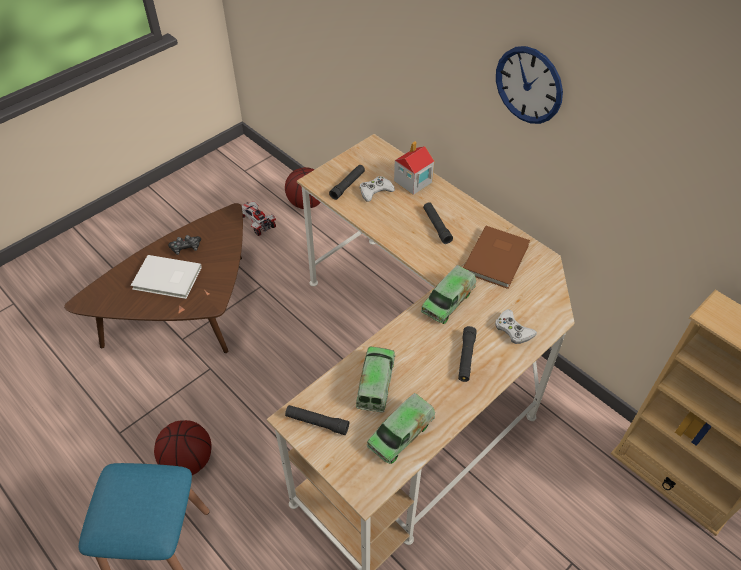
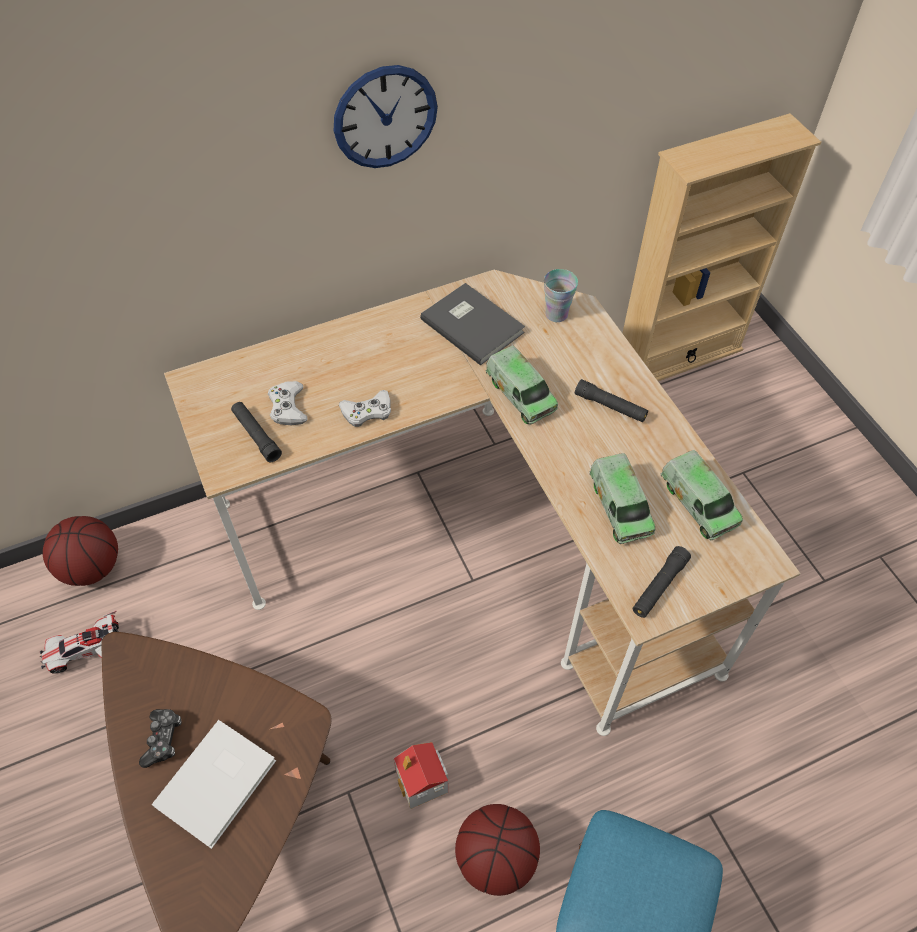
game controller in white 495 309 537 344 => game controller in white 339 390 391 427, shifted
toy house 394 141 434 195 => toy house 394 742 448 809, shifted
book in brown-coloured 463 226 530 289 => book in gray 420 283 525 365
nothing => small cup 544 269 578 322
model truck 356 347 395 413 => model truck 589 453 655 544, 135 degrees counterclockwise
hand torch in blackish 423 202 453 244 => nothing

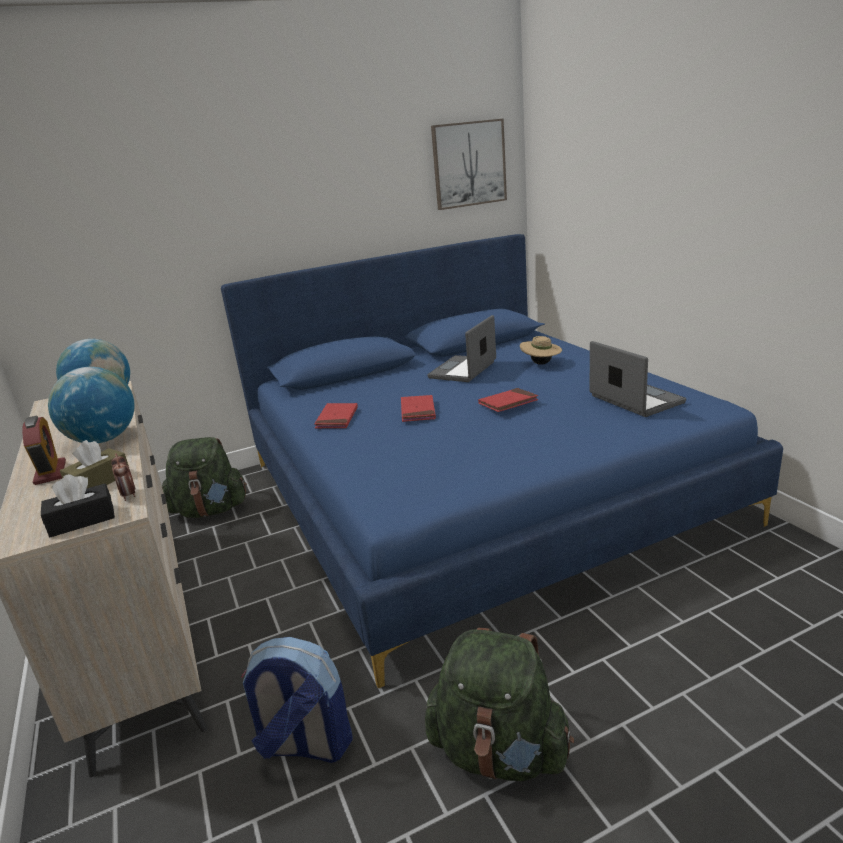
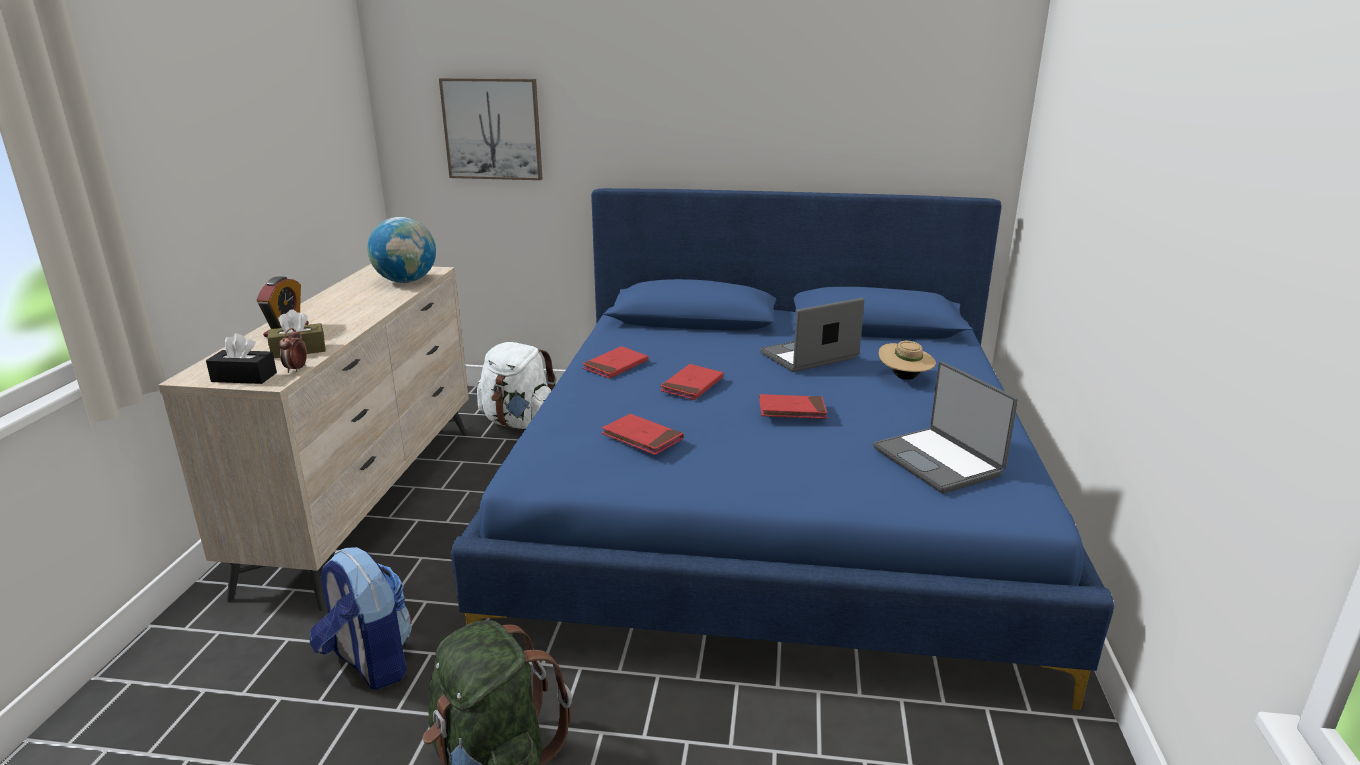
wall picture 431 118 507 210 => wall picture 439 78 542 180, shifted
knapsack in green-coloured 162 437 247 518 => knapsack in white 477 342 556 429
nothing => book in red-coloured 601 414 683 455
portable computer 589 341 686 417 => portable computer 873 362 1018 493, 150 degrees clockwise
globe 48 367 135 443 => nothing

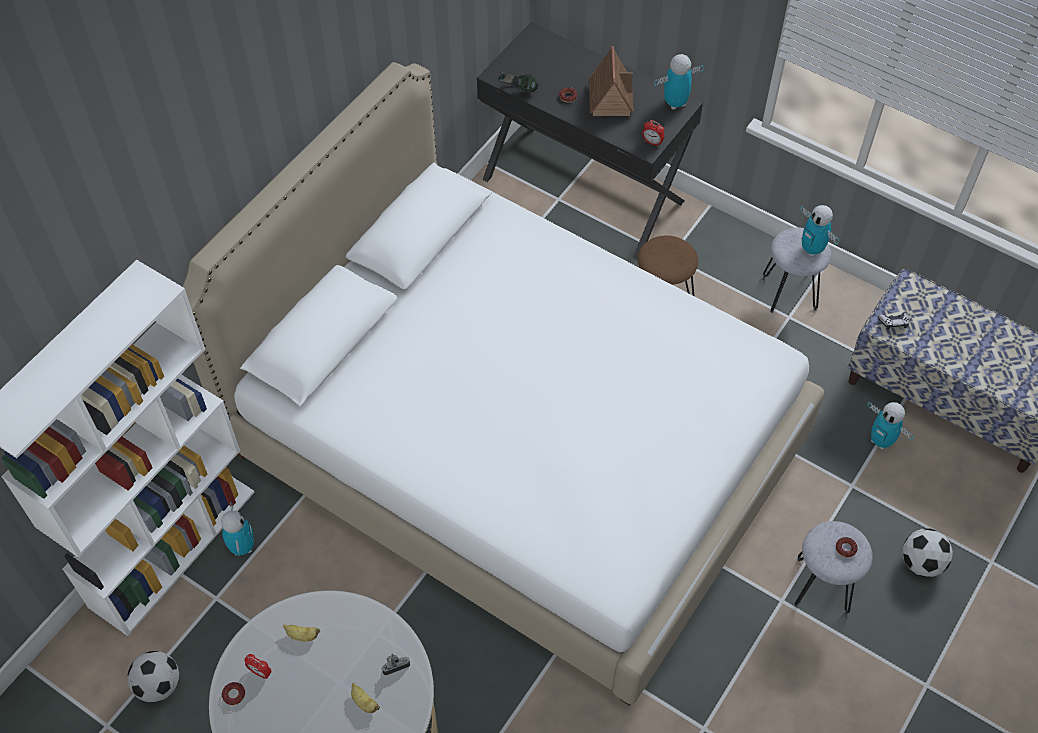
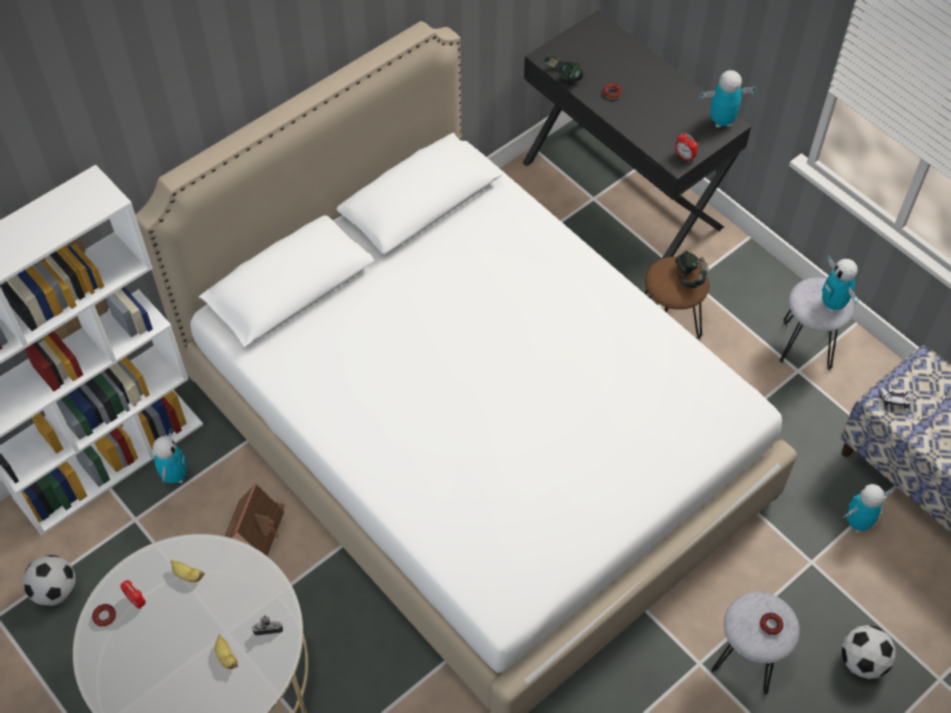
toy house 589 46 634 116 => toy house 225 483 285 556, shifted
nothing => pair of headphones 675 251 709 288
robot figure 868 402 914 450 => robot figure 843 484 893 533, 90 degrees clockwise

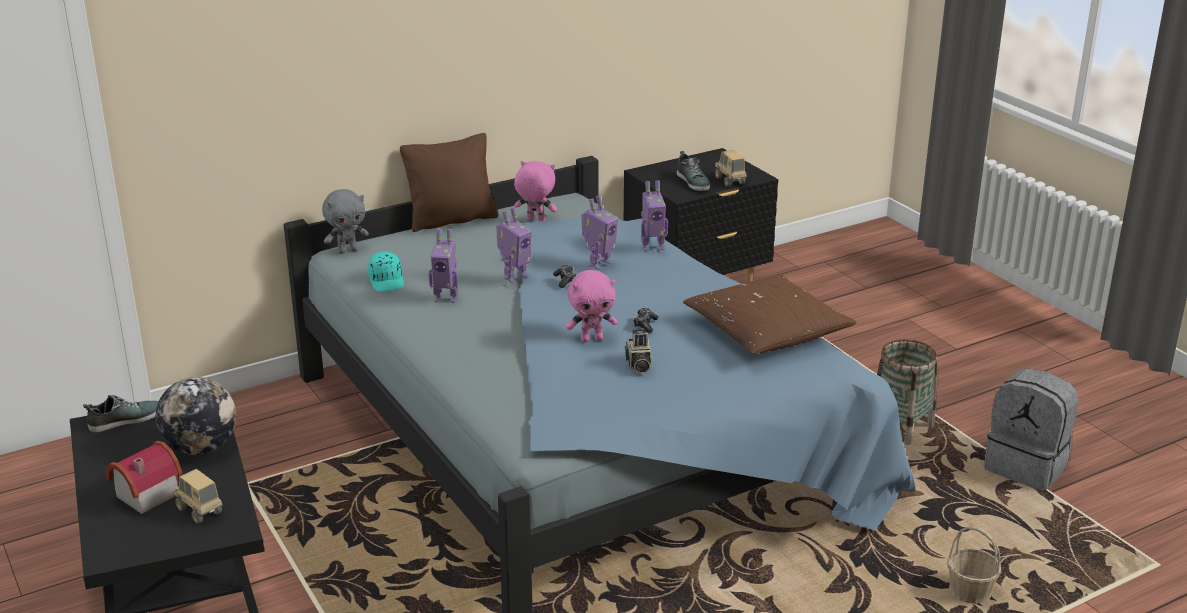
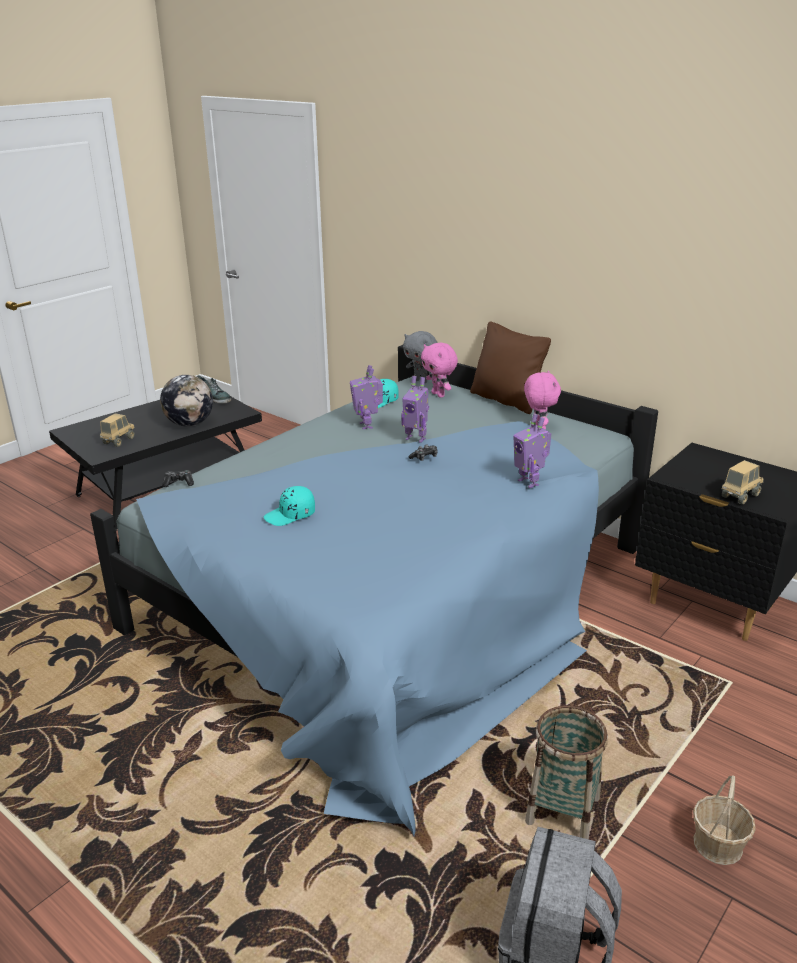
game controller 633 308 658 333 => game controller 162 470 194 487, shifted
still camera 625 329 651 374 => peaked cap in turquoise-coloured 264 486 315 526
plush toy in pink 566 270 618 342 => plush toy in pink 421 343 458 398, shifted
storage basket 947 526 1001 604 => storage basket 693 775 756 865, shifted
toy house 106 441 183 514 => nothing
robot figure 581 195 618 270 => nothing
low shoe 677 151 710 191 => nothing
pillow in brown-coloured 683 274 857 354 => nothing

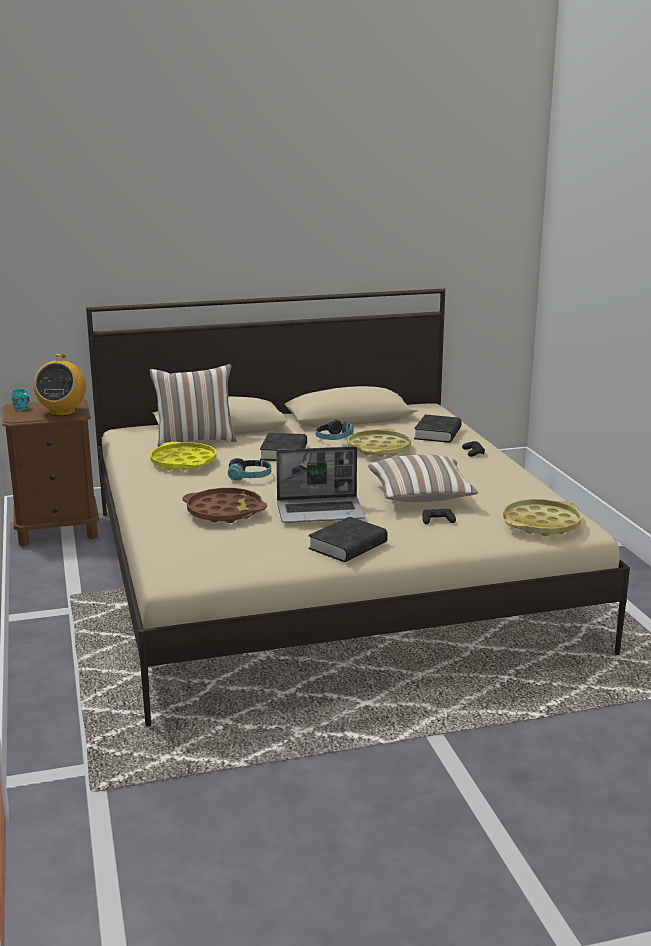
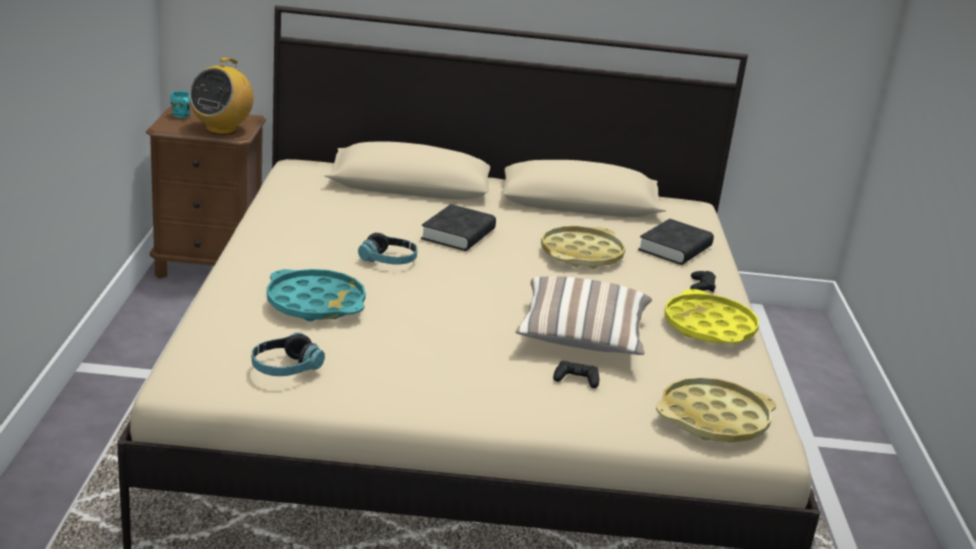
pair of headphones 316 420 354 440 => pair of headphones 252 333 325 376, shifted
carrying tray in brown-coloured 182 488 267 523 => carrying tray in turquoise-coloured 267 269 366 321
carrying tray in yellow-coloured 150 442 217 470 => carrying tray in yellow-coloured 665 289 759 344, shifted
pillow 150 364 237 447 => nothing
portable computer 276 446 365 523 => nothing
book in blackish 308 517 388 562 => nothing

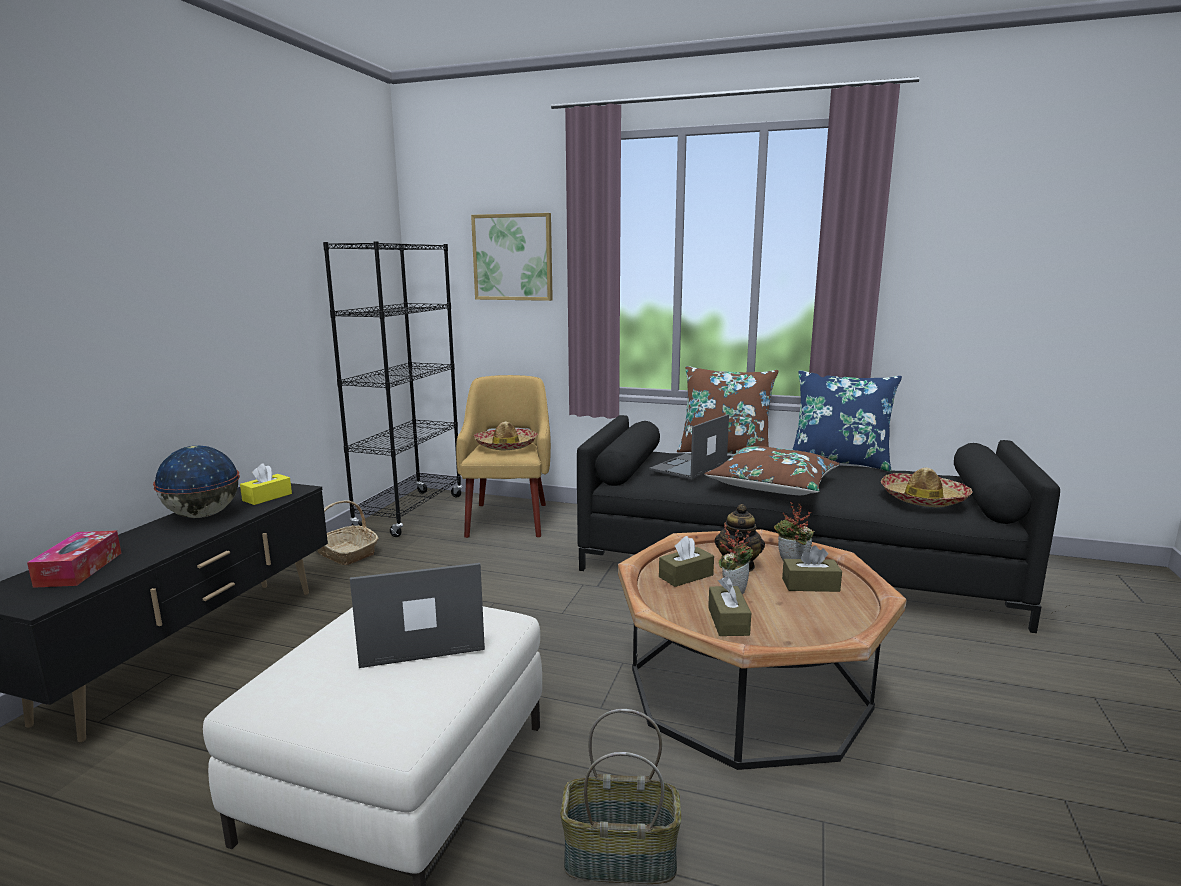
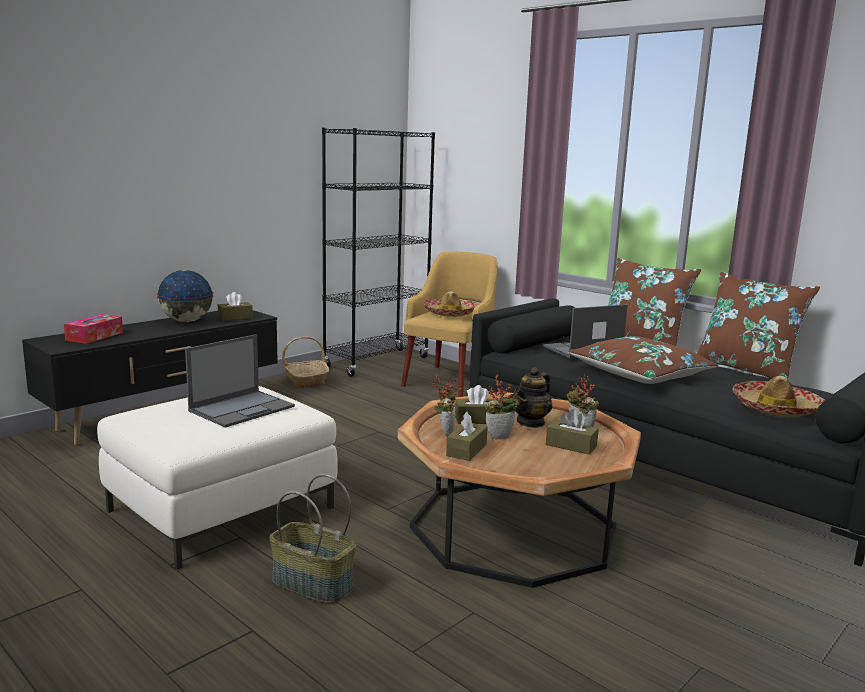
portable computer 350 563 485 668 => portable computer 185 334 295 428, 120 degrees clockwise
tissue box in yellow-coloured 240 463 292 505 => tissue box in brown-coloured 218 292 253 321
nothing => houseplant 432 374 462 435
pillow in blue-coloured 792 370 902 472 => pillow in brown-coloured 696 272 820 380
wall picture 471 213 553 301 => nothing

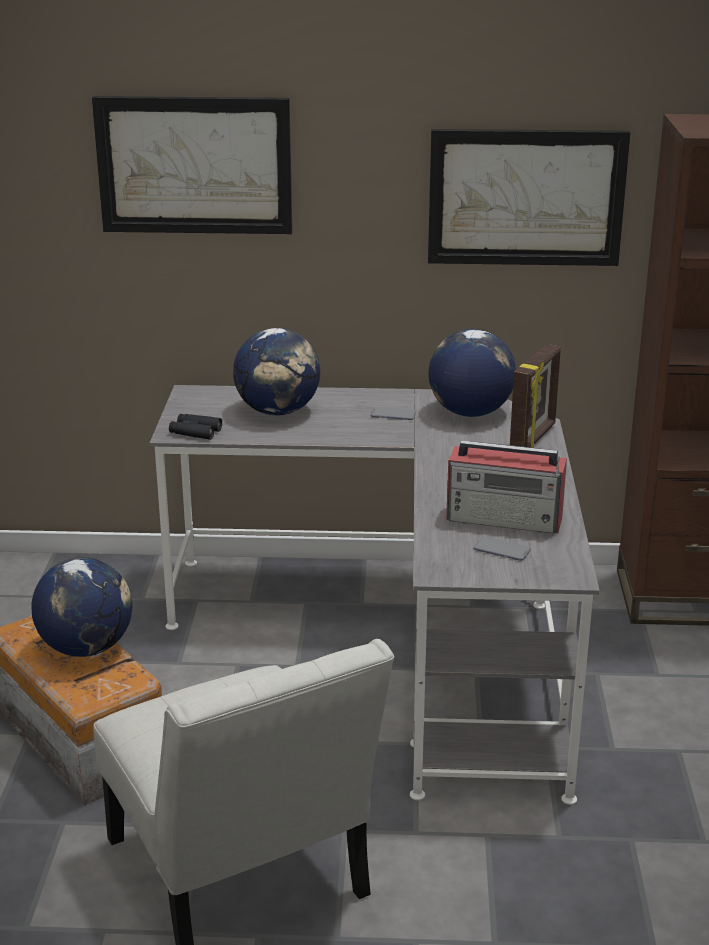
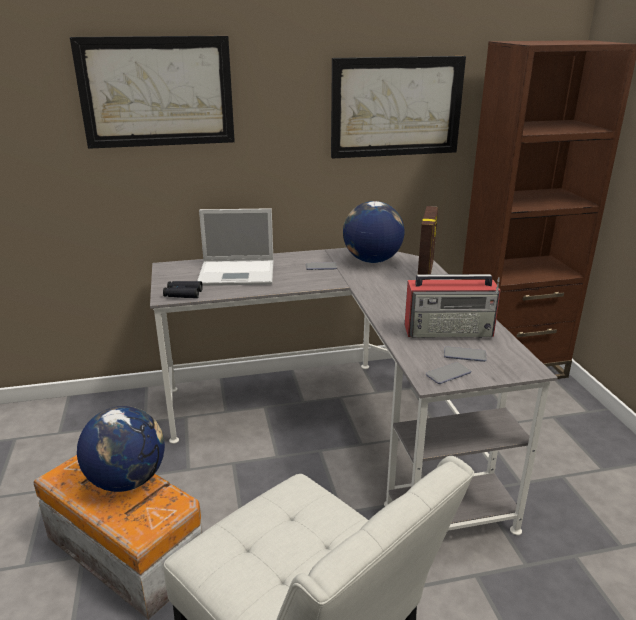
globe 233 328 320 416 => portable computer 197 208 273 286
nothing => handset 426 362 471 384

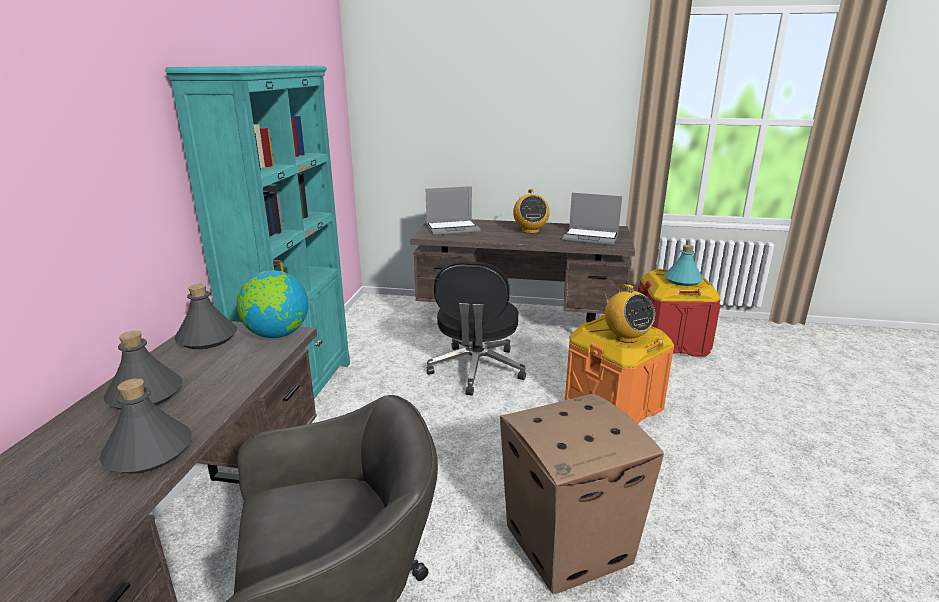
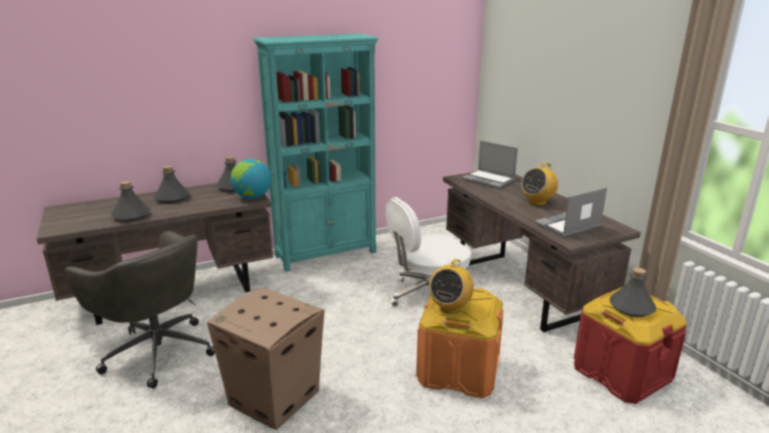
computer chair in blackish 426 261 526 396 => computer chair in white 385 197 476 307
portable computer 562 193 622 246 => portable computer 535 187 607 237, 75 degrees clockwise
bottle in turquoise-coloured 664 245 703 286 => bottle in gray 609 268 656 317

